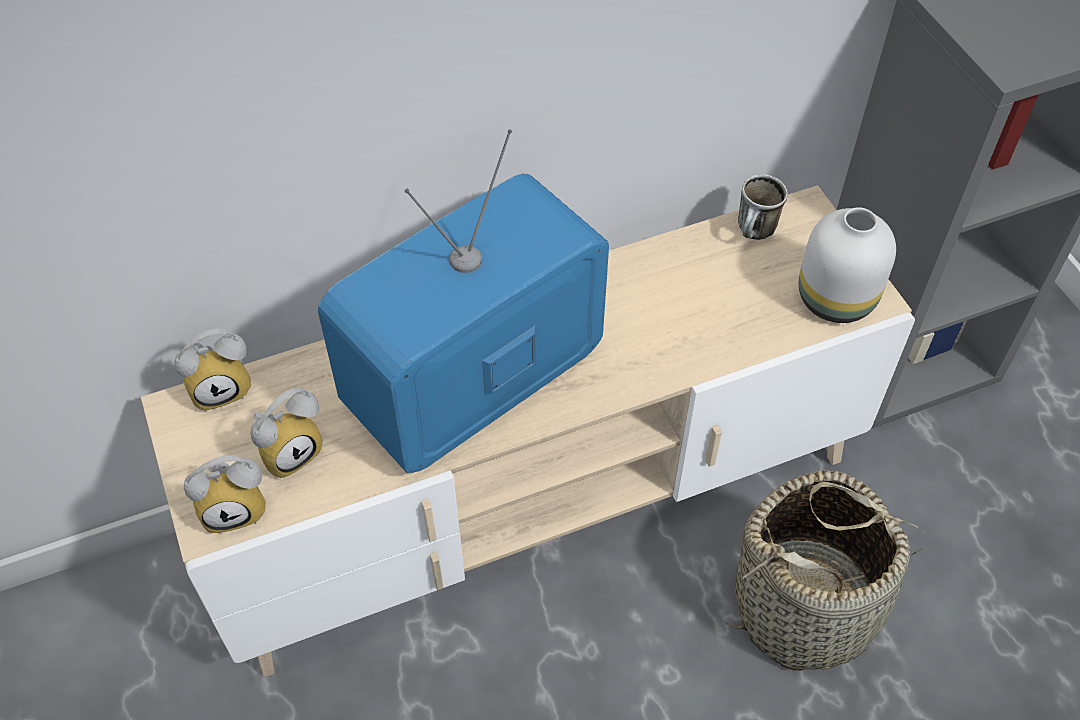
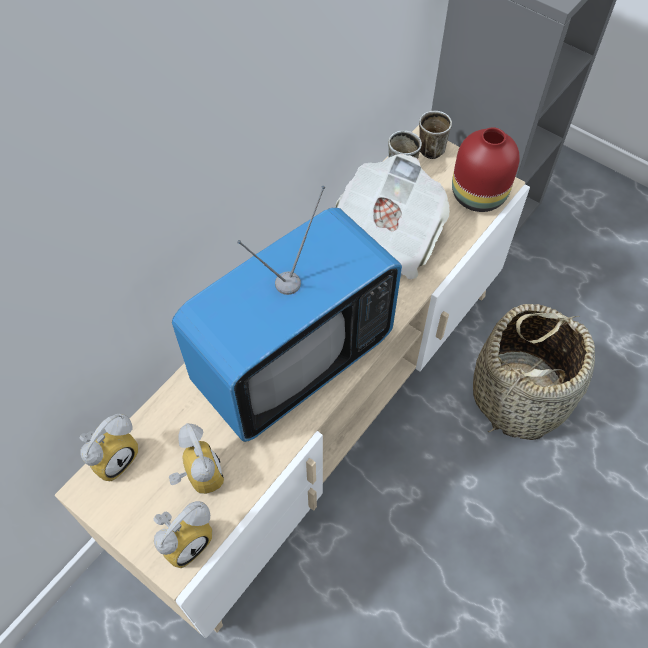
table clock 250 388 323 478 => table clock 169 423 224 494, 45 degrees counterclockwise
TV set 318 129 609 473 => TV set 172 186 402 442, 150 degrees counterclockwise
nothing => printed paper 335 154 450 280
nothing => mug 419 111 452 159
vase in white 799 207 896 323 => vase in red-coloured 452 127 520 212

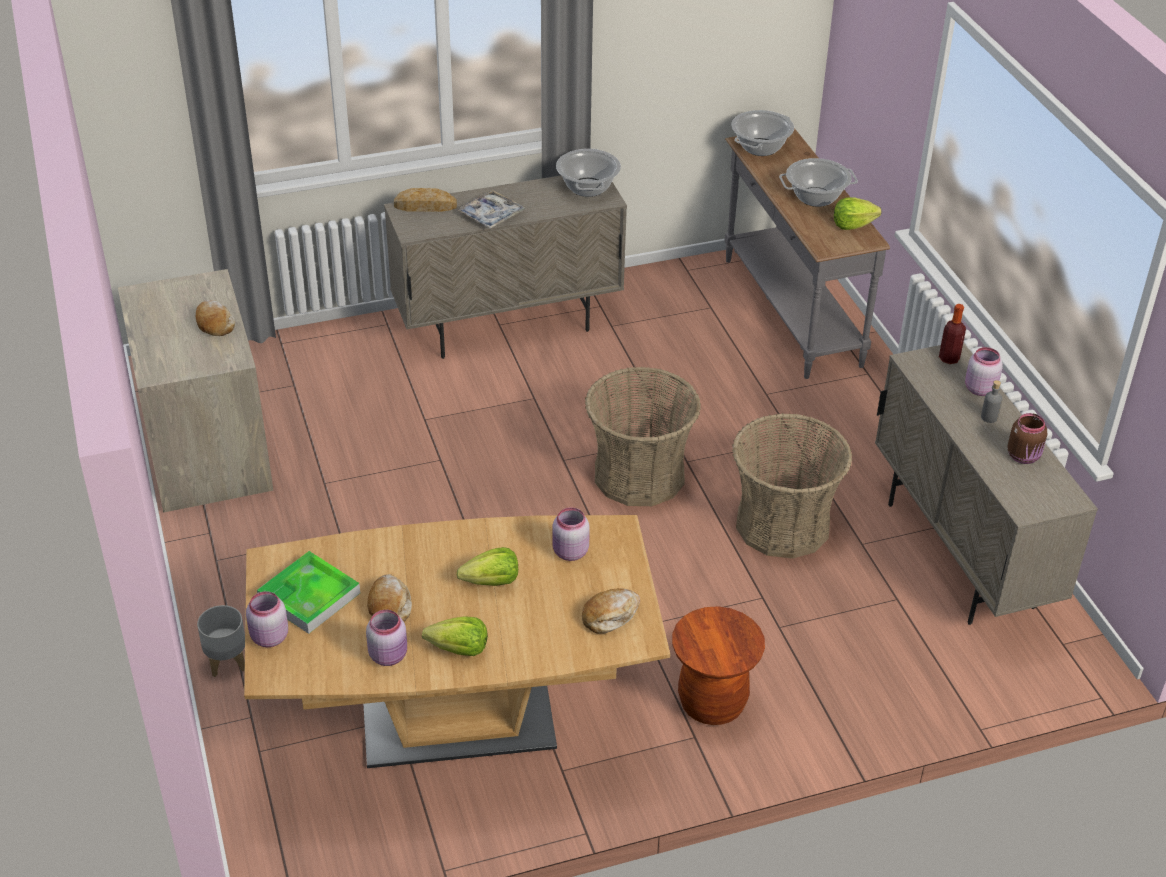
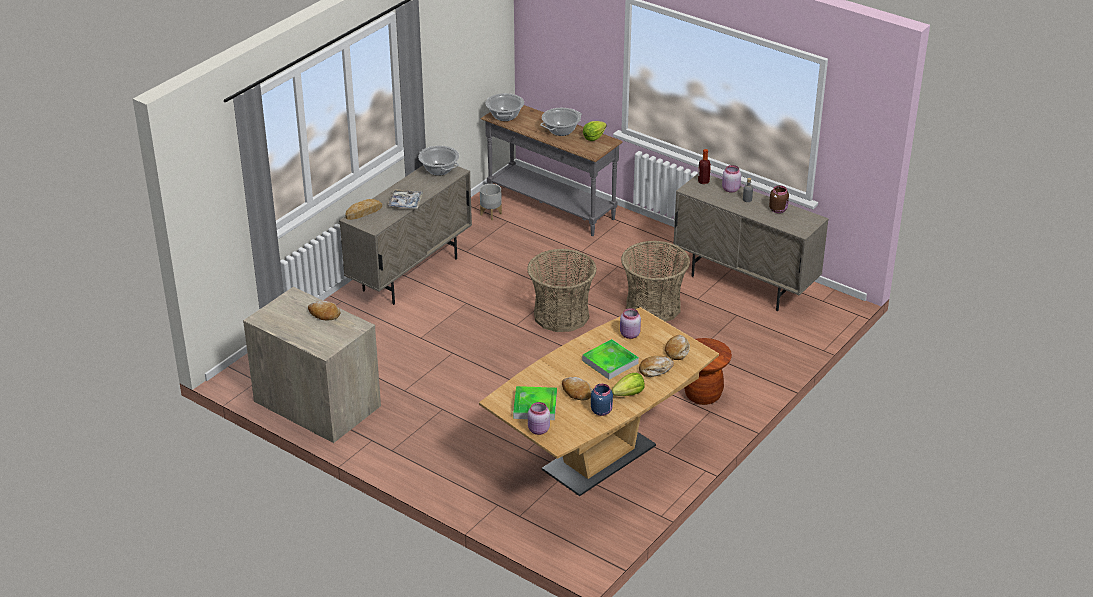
planter in gray 197 605 245 677 => planter in gray 480 184 502 220, shifted
lettuce head 456 547 518 586 => carrying tray 582 339 639 380
storage jar in pink 366 610 407 666 => storage jar in blue-coloured 591 384 613 416
nothing => bakery bread 639 356 674 377

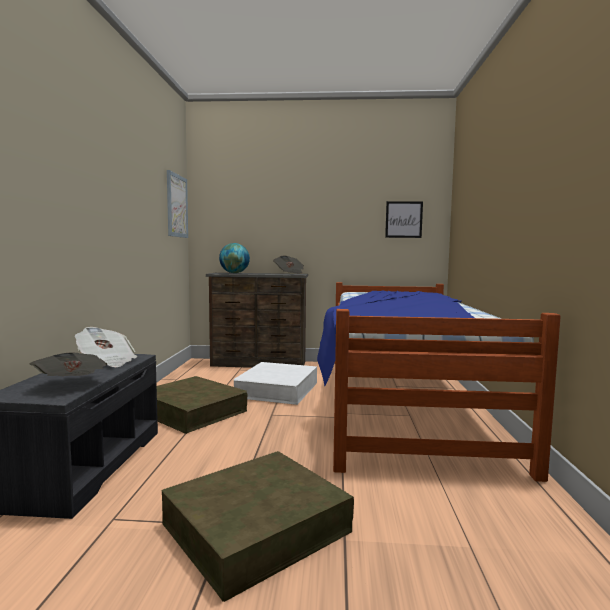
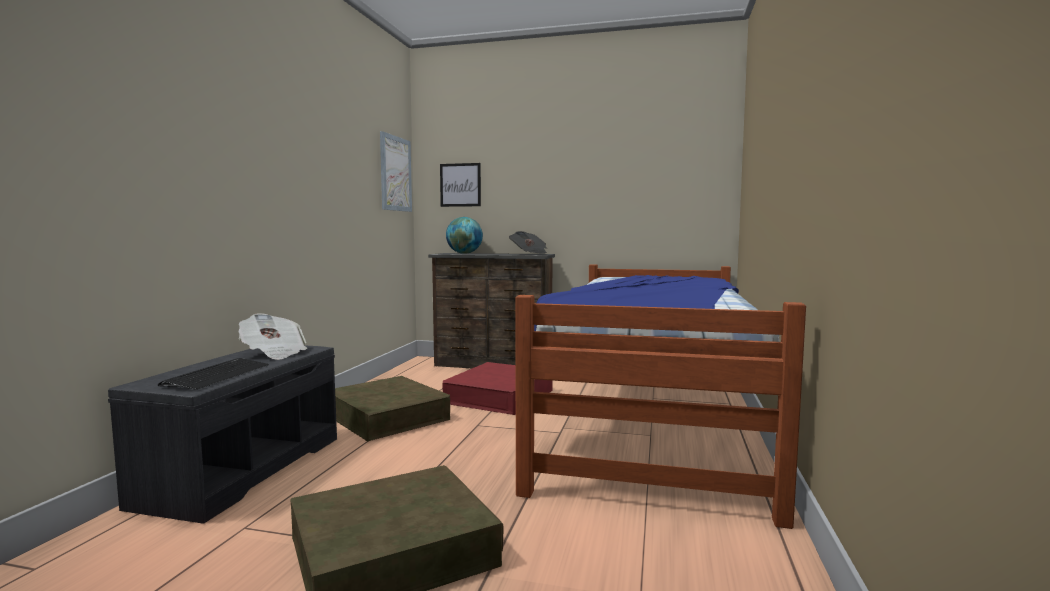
printed paper 30 352 107 376 => keyboard 158 358 269 390
wall picture 385 201 423 238 => wall picture 440 163 481 207, shifted
storage bin in white 234 362 317 405 => storage bin in red-coloured 442 362 553 415

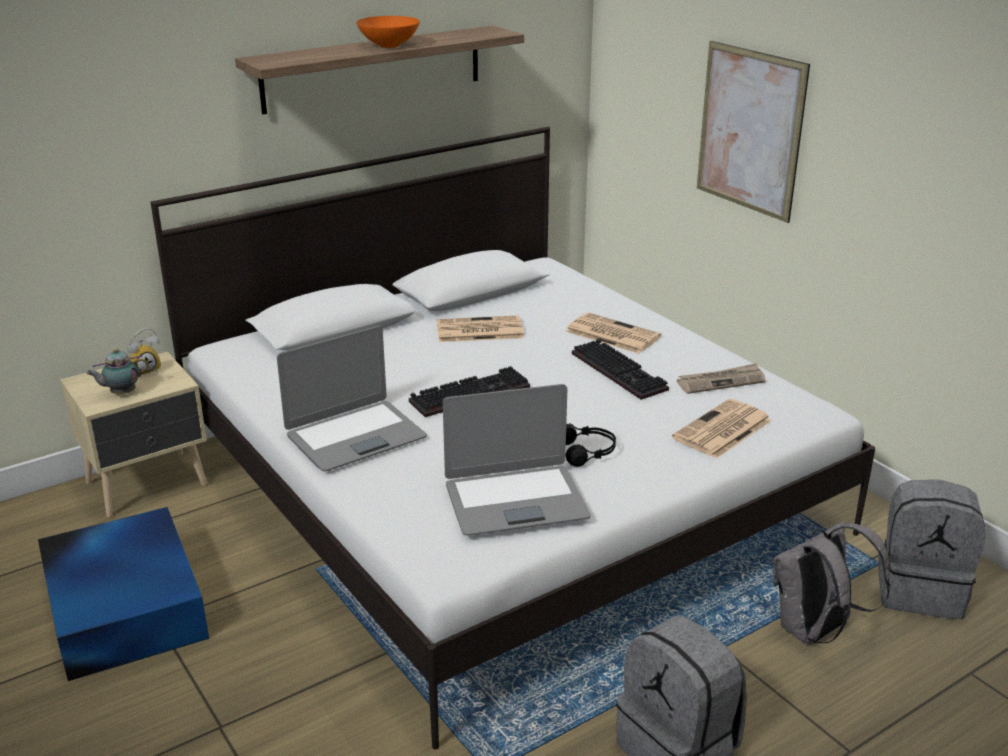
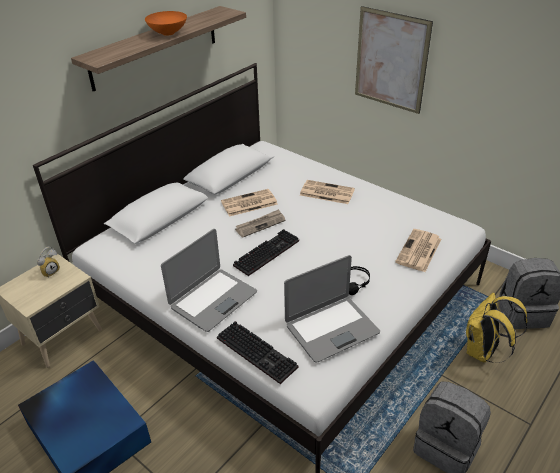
keyboard 572 339 669 400 => keyboard 217 321 298 384, shifted
printed paper 677 363 766 394 => printed paper 235 209 285 238, shifted
knapsack in gray 773 522 890 645 => knapsack in yellow-coloured 466 292 527 363
pot for tea 86 348 149 395 => nothing

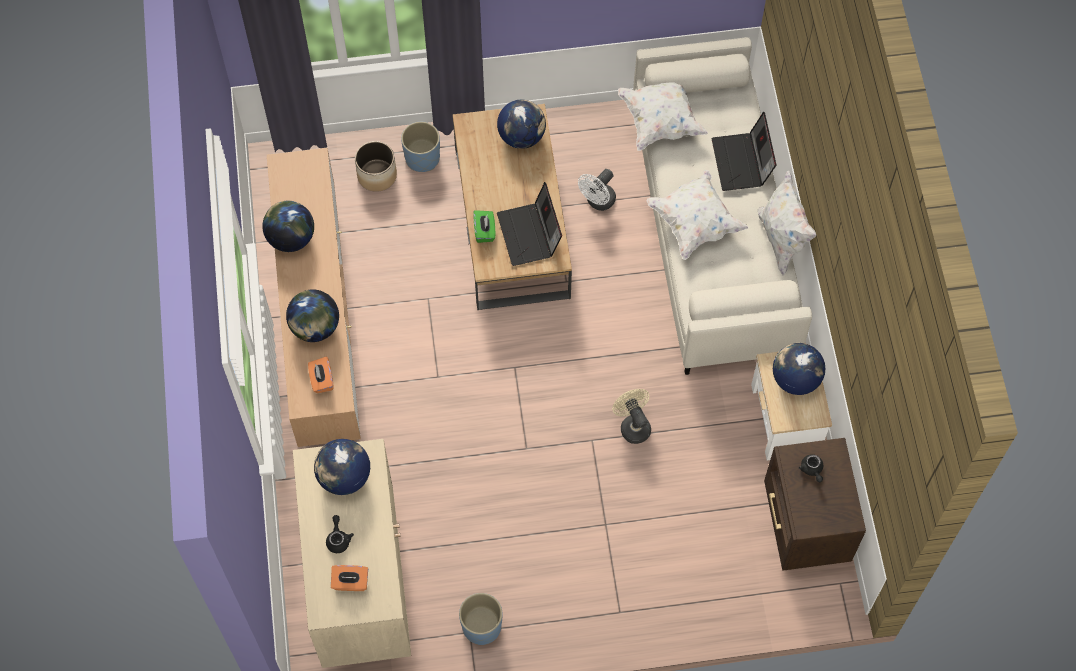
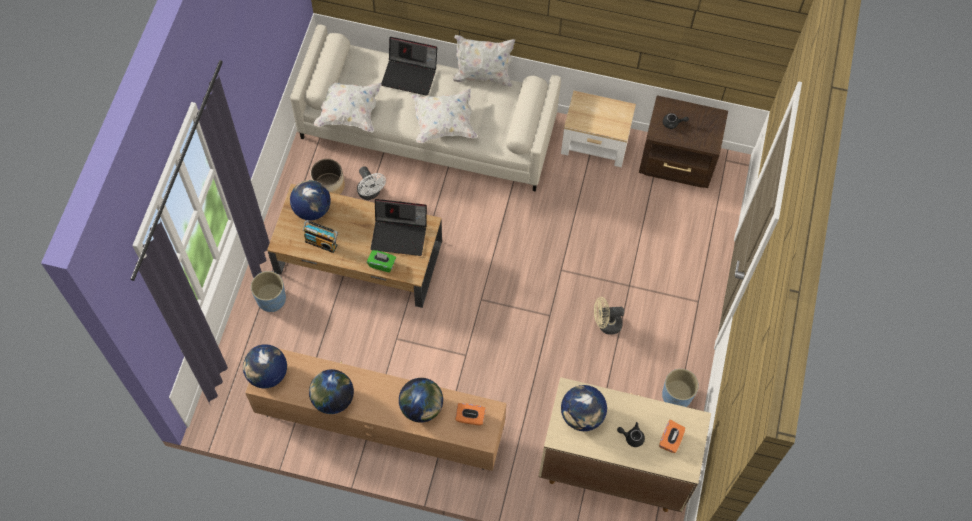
globe 773 343 825 395 => globe 243 344 287 388, shifted
nothing => radio set 303 220 338 253
planter 355 141 397 192 => planter 310 159 345 195, shifted
electric fan in beige 612 389 651 444 => electric fan in beige 594 297 624 335, shifted

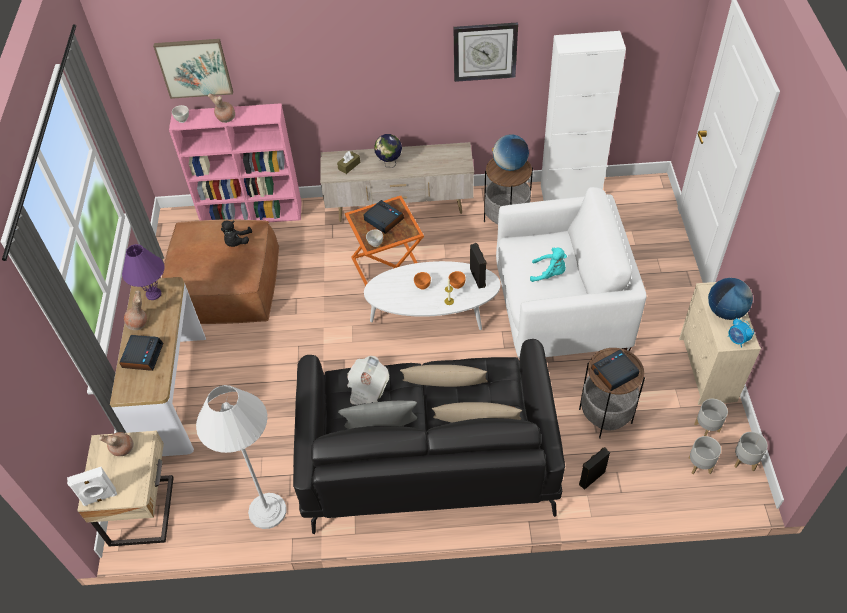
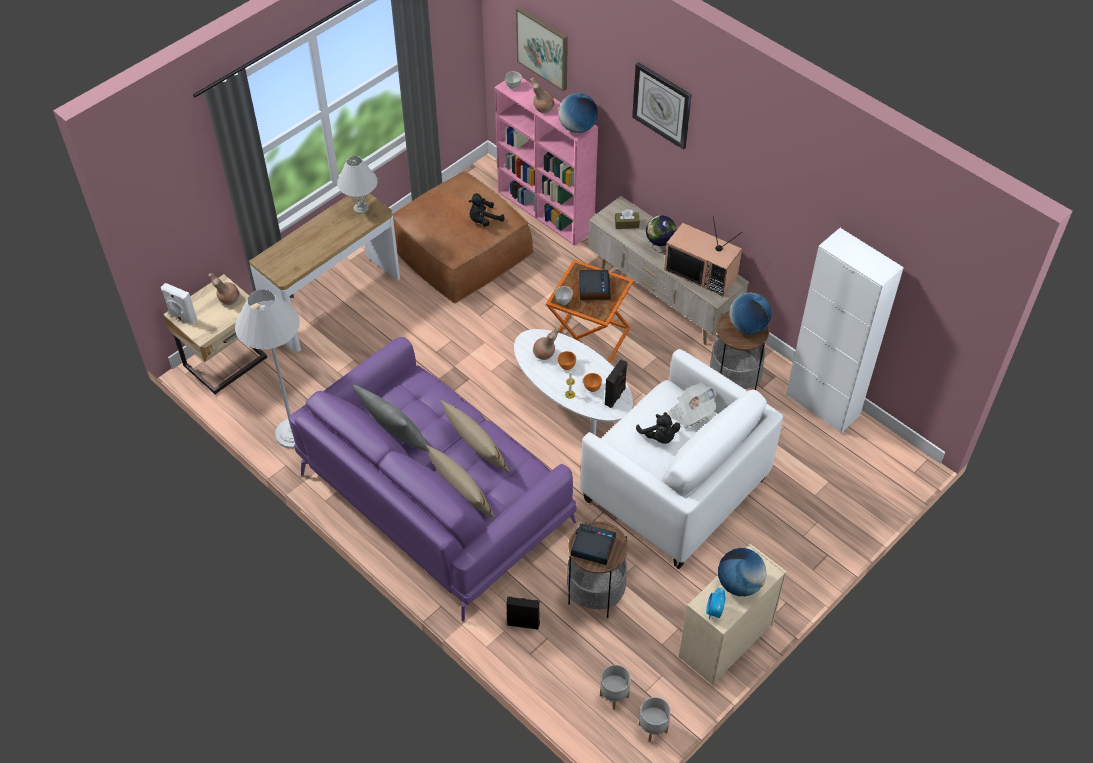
sofa in blackish 293 339 565 534 => sofa in purple 289 337 577 621
tabletop lamp in purple 122 244 164 300 => tabletop lamp in white 337 156 378 214
vase in brown-coloured 124 290 147 330 => vase in brown-coloured 533 327 560 360, shifted
nothing => globe 558 93 598 133
wall clock 454 22 518 82 => wall clock 632 62 692 150, shifted
plush toy in turquoise-coloured 530 248 567 282 => plush toy in blackish 636 412 680 444
nothing => TV set 664 216 742 296
printed paper 347 356 389 405 => printed paper 668 383 717 428, shifted
table clock 119 335 163 371 => nothing
planter in gray 694 399 728 436 => nothing

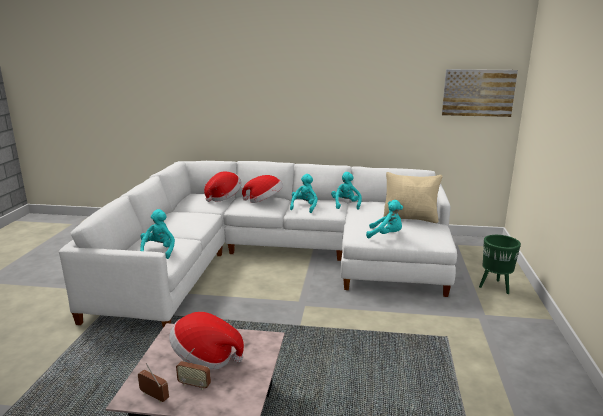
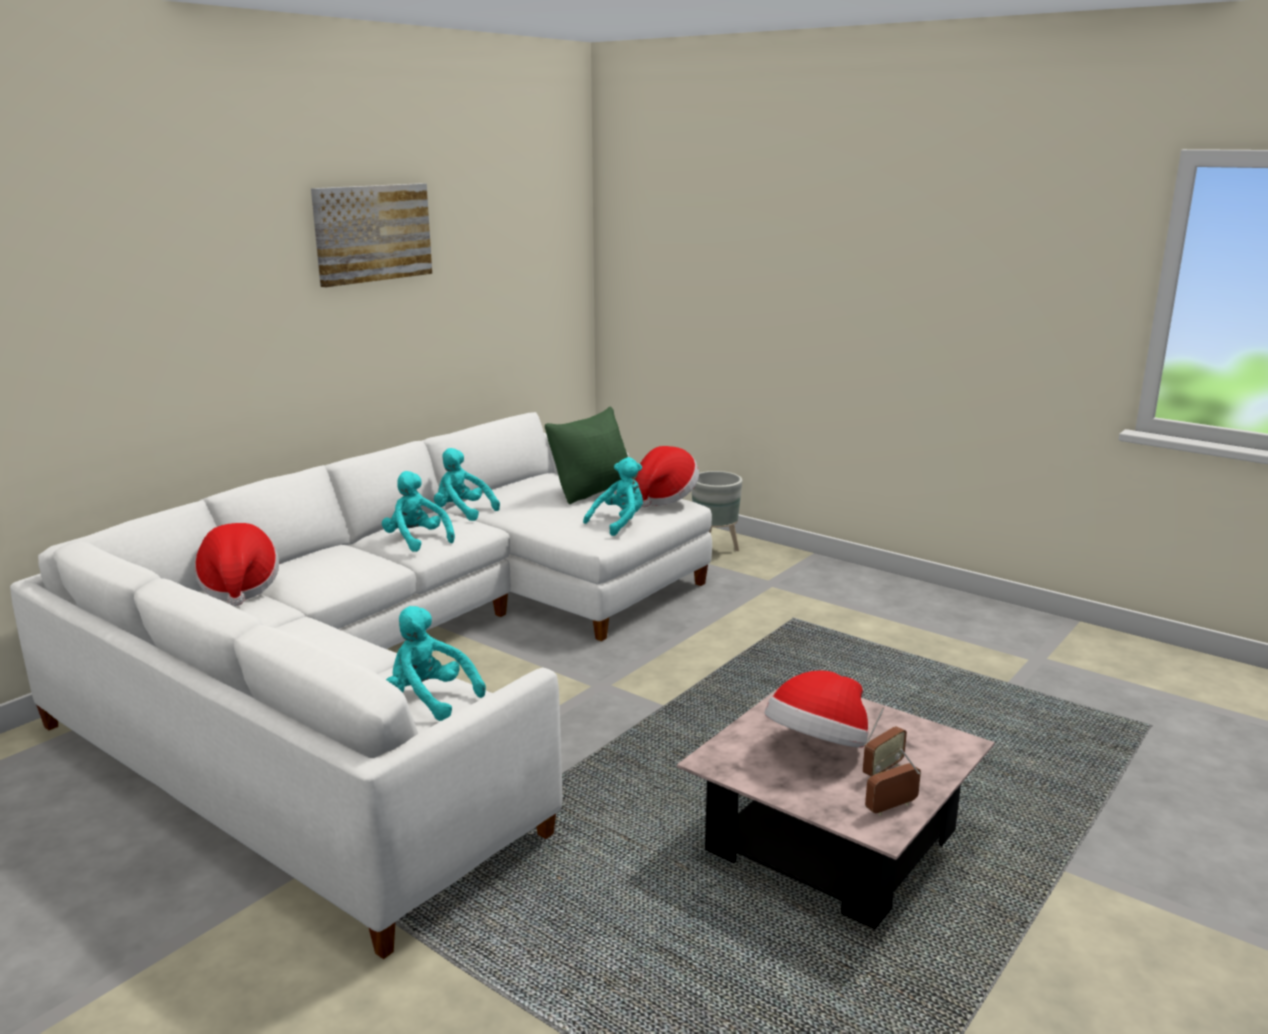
wall picture 442 69 518 117 => wall picture 311 183 432 287, shifted
pillow in beige 383 172 443 223 => pillow in green-coloured 545 406 628 504
wearable hat 242 175 283 203 => wearable hat 635 446 699 507, shifted
planter in green-coloured 479 235 521 294 => planter in gray 692 471 743 551

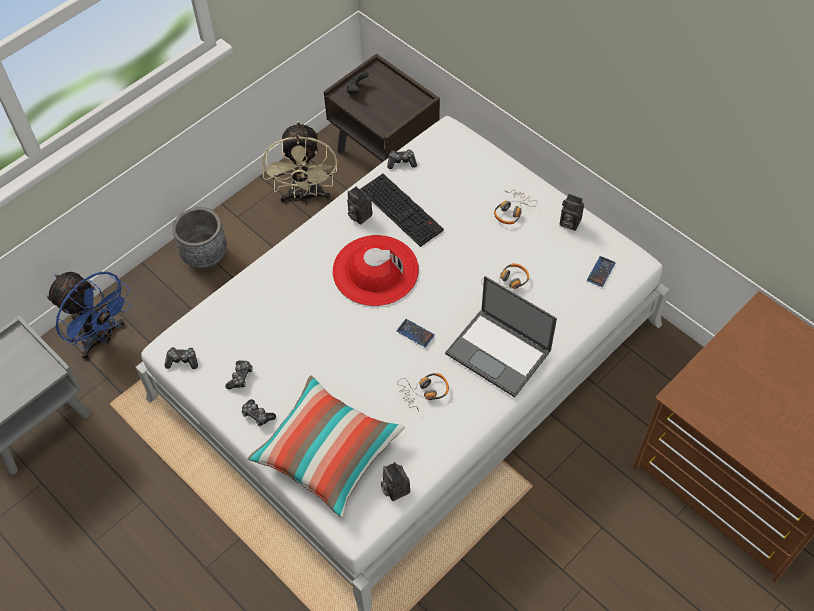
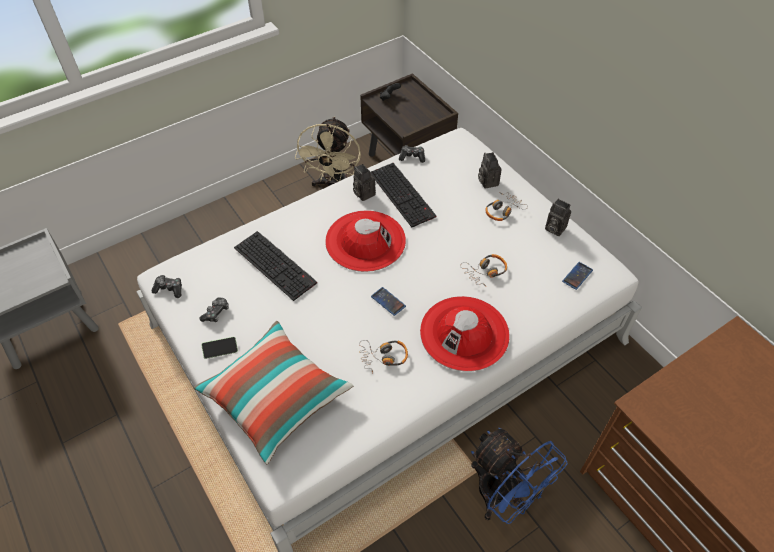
game controller 242 399 276 426 => handset 201 337 238 359
nothing => keyboard 234 231 317 301
portable computer 445 276 557 398 => wearable hat in red-coloured 420 296 510 372
electric fan in blue-coloured 46 271 132 359 => electric fan in blue-coloured 471 428 568 524, shifted
still camera 381 462 410 501 => still camera 478 152 501 189, shifted
planter in gray 172 207 227 269 => nothing

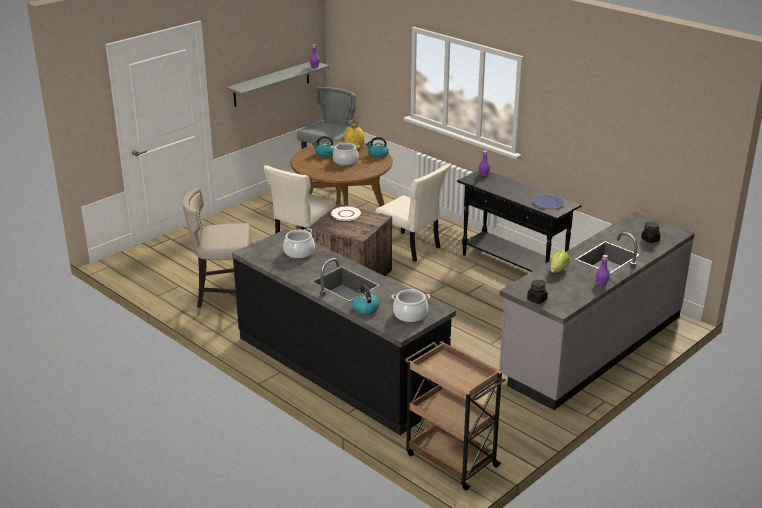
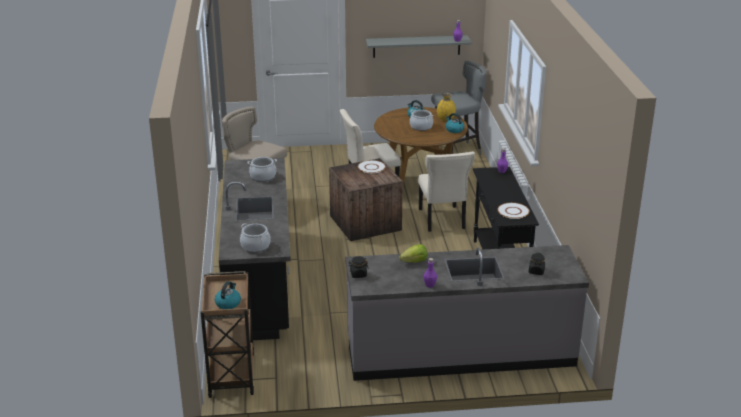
kettle 352 285 380 315 => kettle 215 281 241 309, shifted
flat dish in blue-coloured 533 194 565 209 => flat dish in white 497 203 530 219

